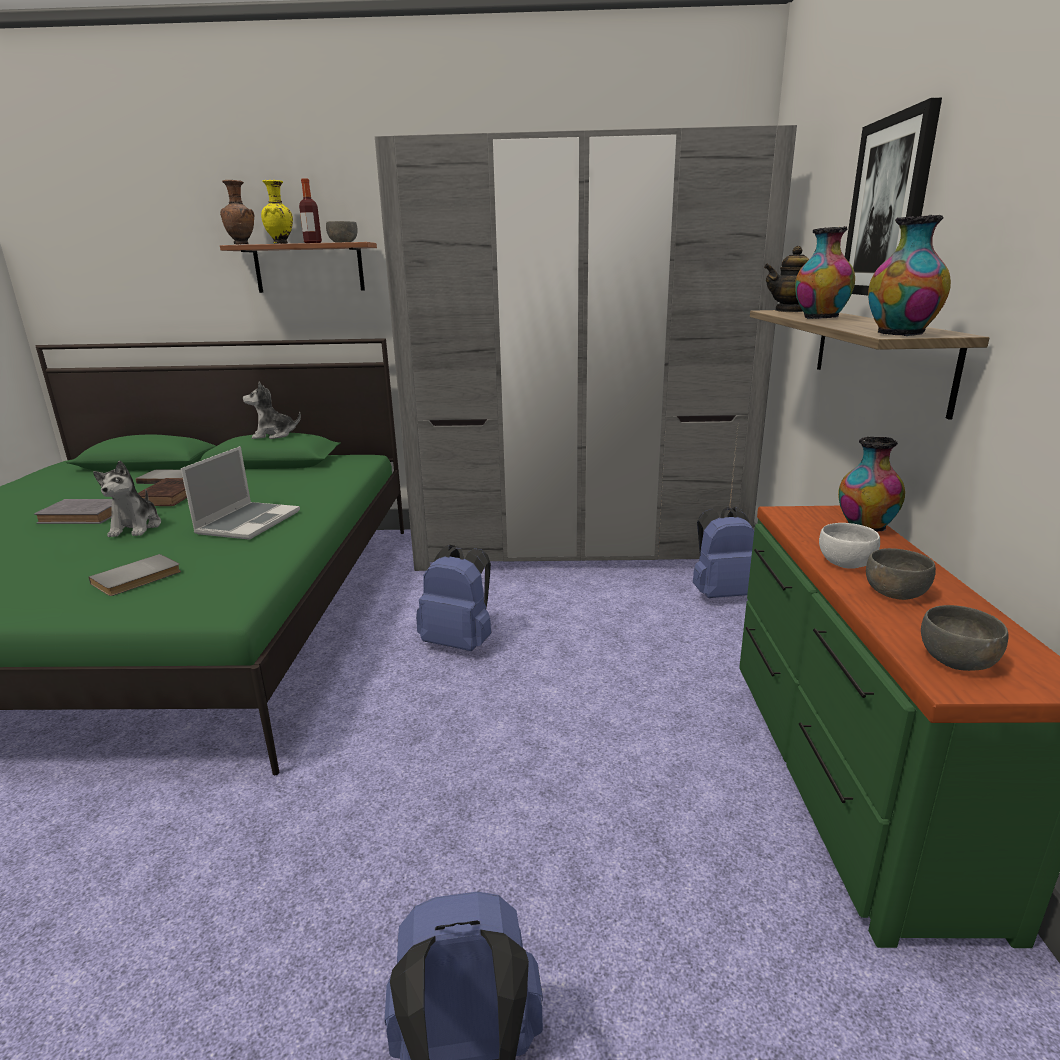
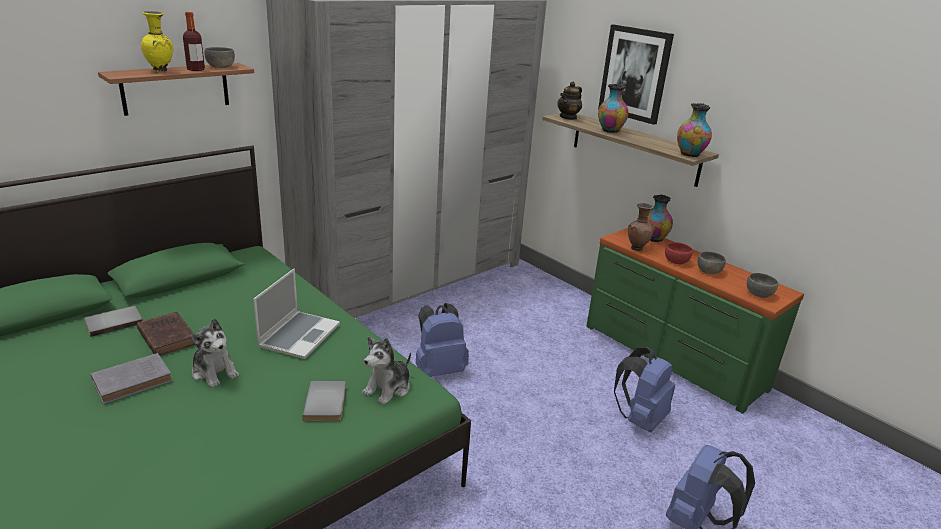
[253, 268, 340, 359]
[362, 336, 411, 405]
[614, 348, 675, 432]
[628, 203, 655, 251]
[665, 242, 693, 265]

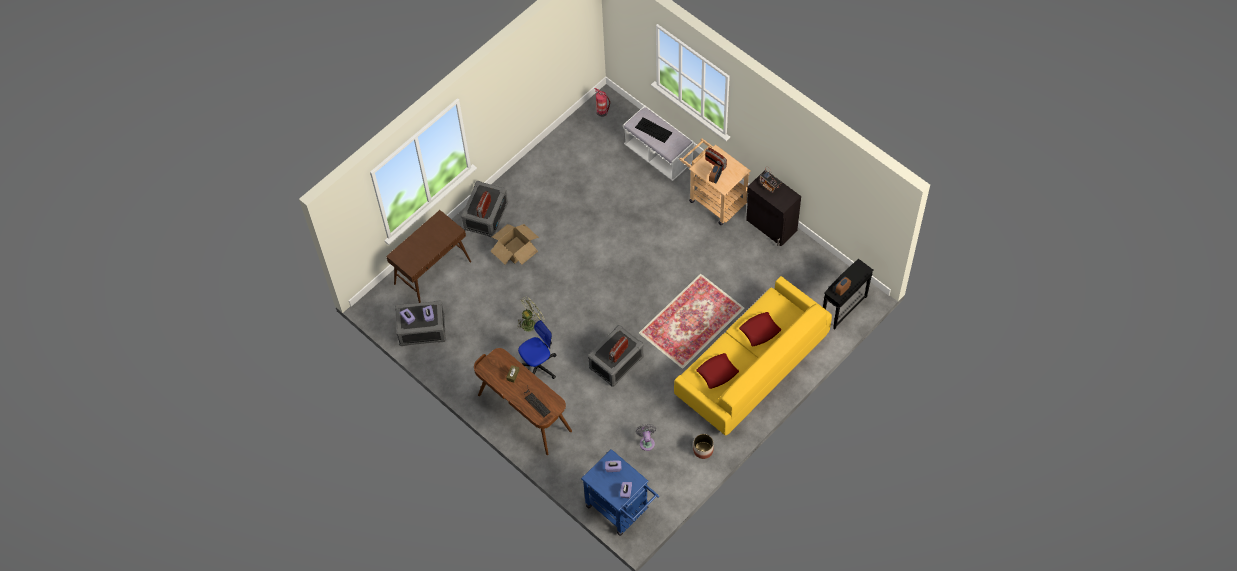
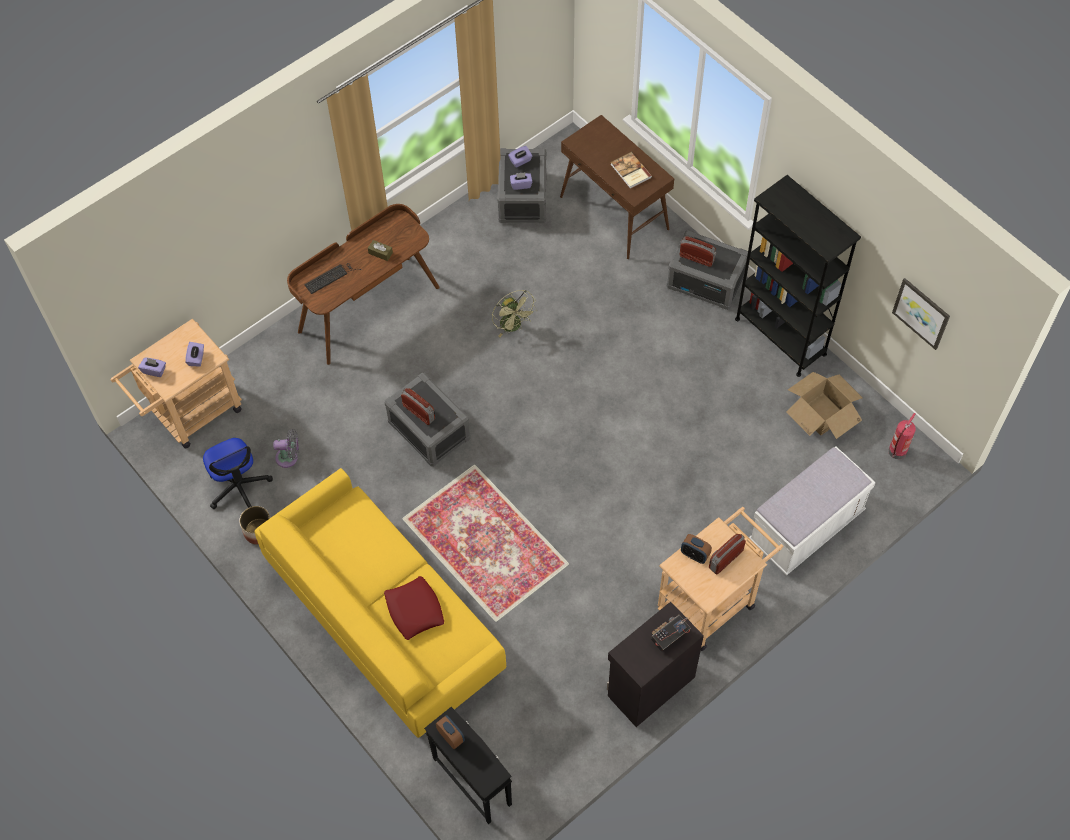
[111, 318, 242, 448]
[203, 438, 273, 509]
[610, 152, 652, 189]
[735, 175, 861, 377]
[786, 372, 863, 439]
[892, 278, 950, 350]
[635, 118, 672, 143] (first image)
[697, 353, 739, 389] (first image)

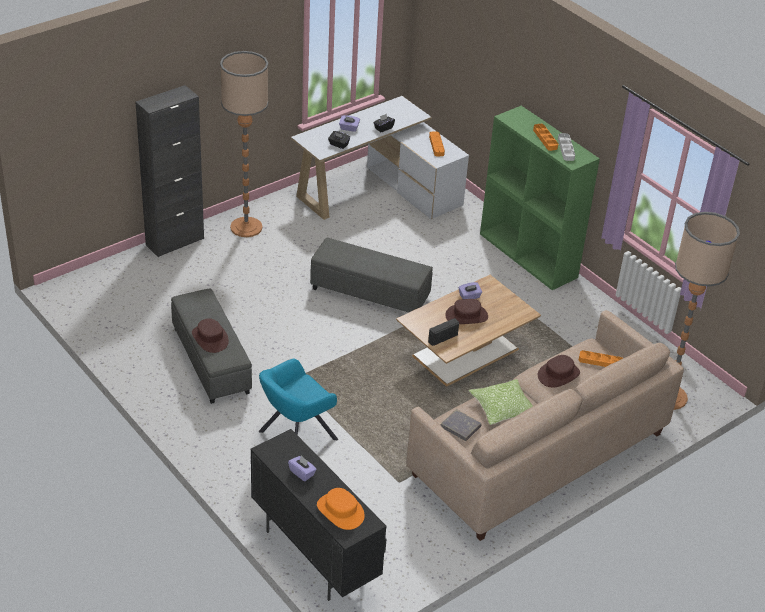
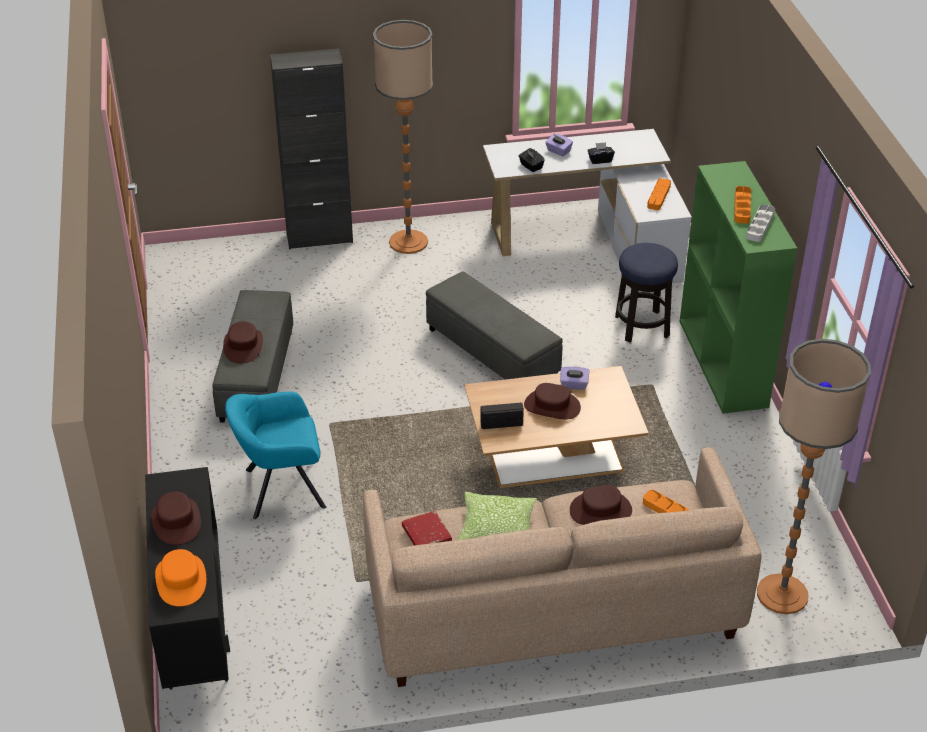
[151, 492, 201, 545]
[402, 510, 452, 545]
[615, 243, 678, 342]

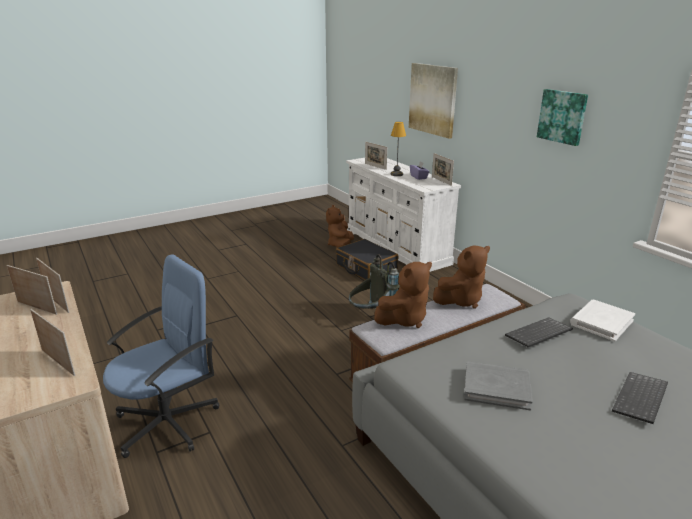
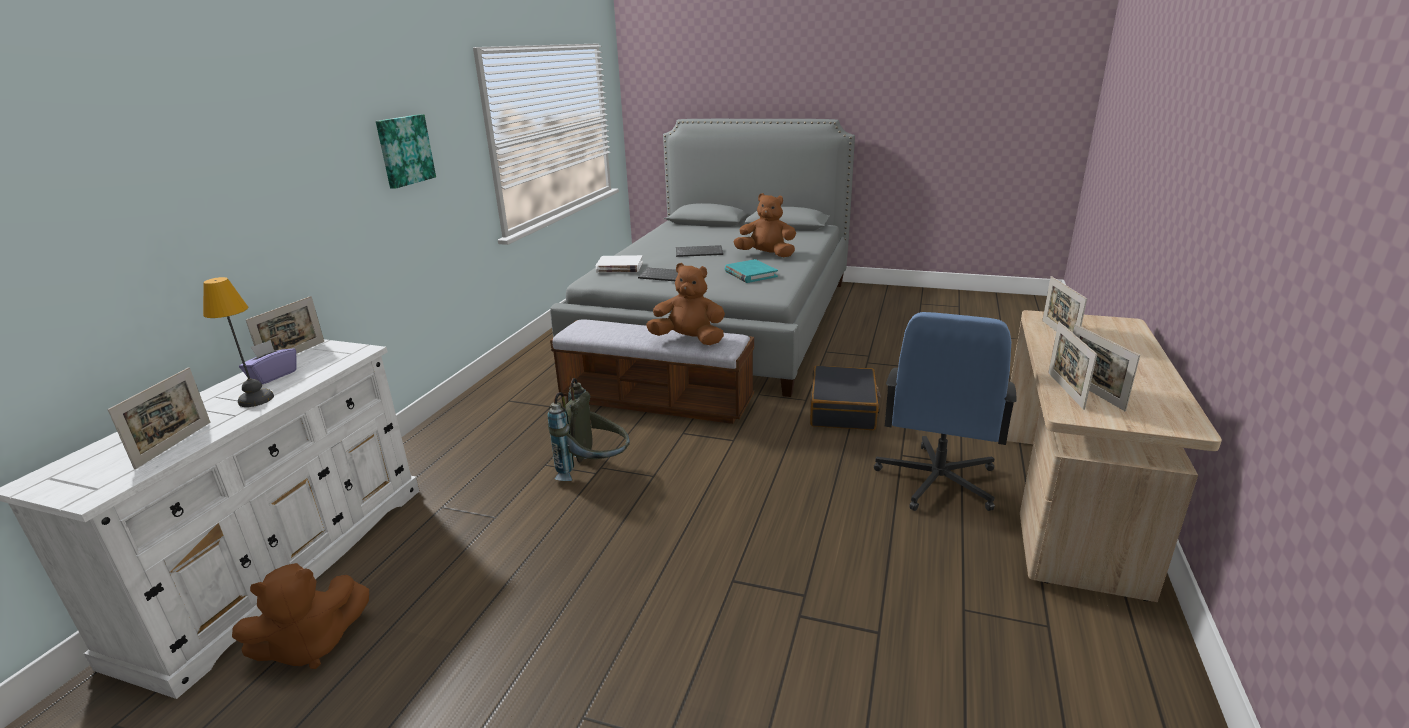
[725, 259, 778, 283]
[734, 193, 796, 257]
[810, 366, 881, 430]
[874, 312, 1017, 511]
[409, 63, 458, 139] (first image)

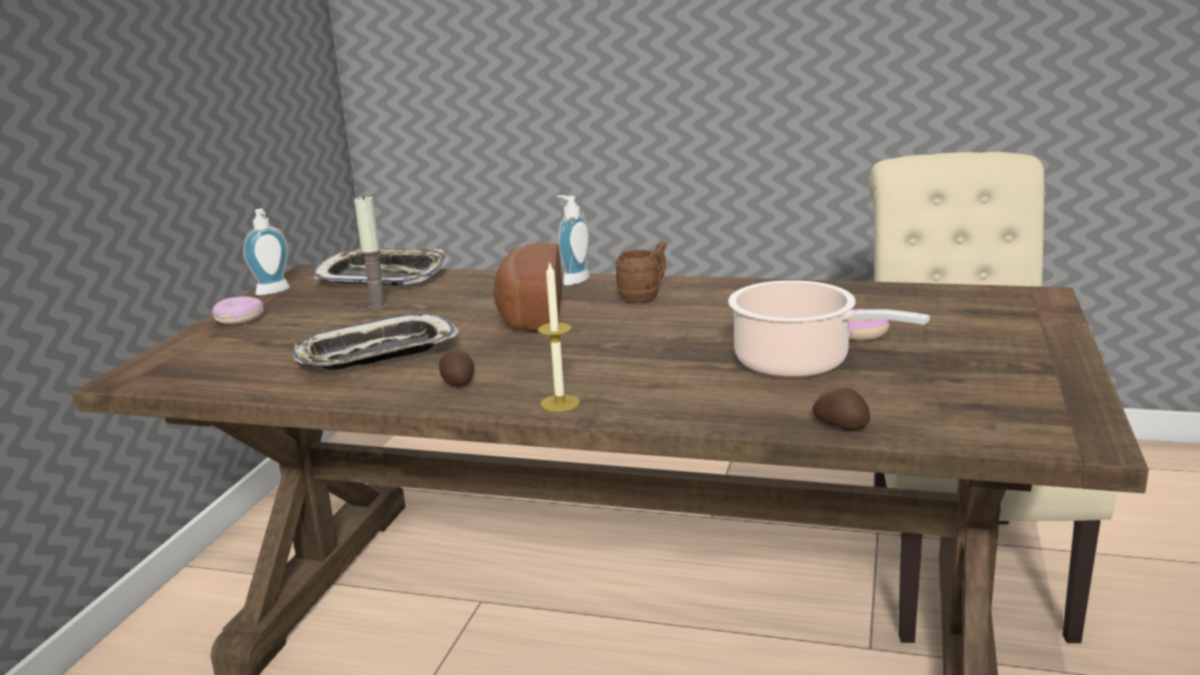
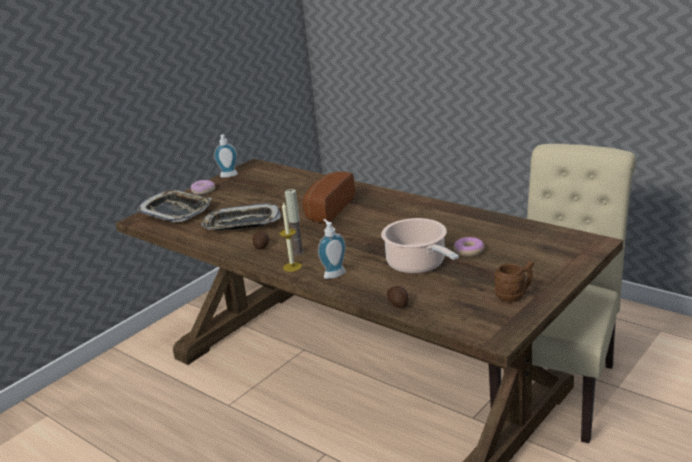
[136, 190, 212, 222]
[285, 189, 304, 256]
[318, 219, 346, 279]
[494, 261, 534, 302]

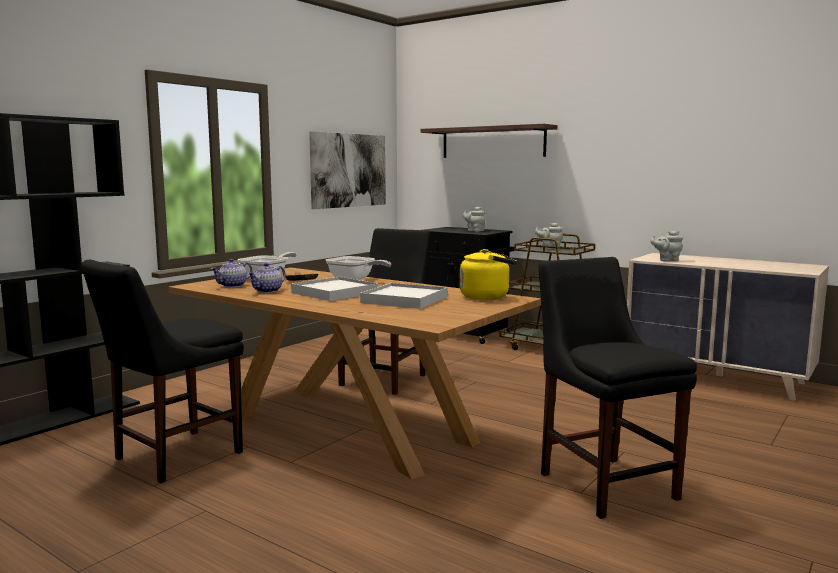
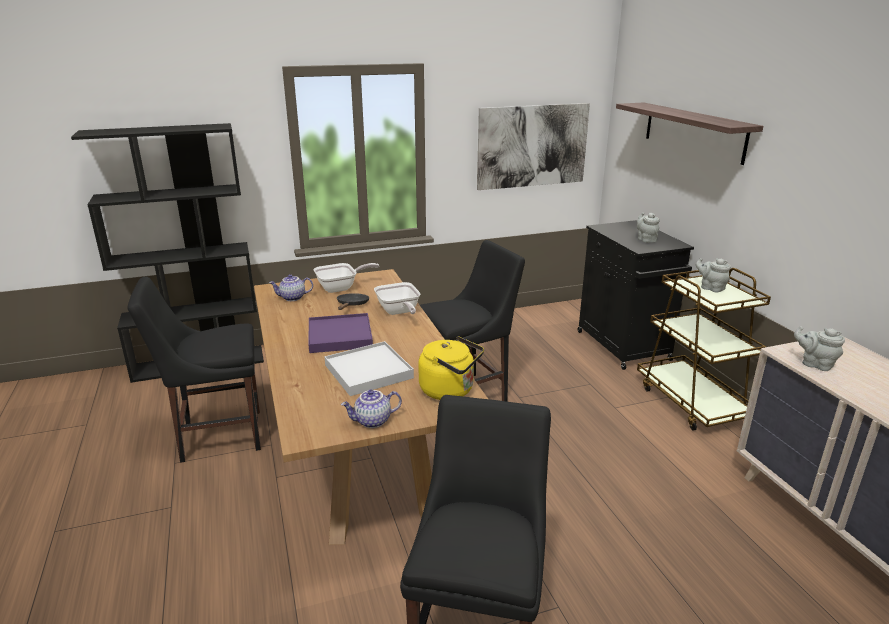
[308, 313, 373, 353]
[341, 390, 402, 428]

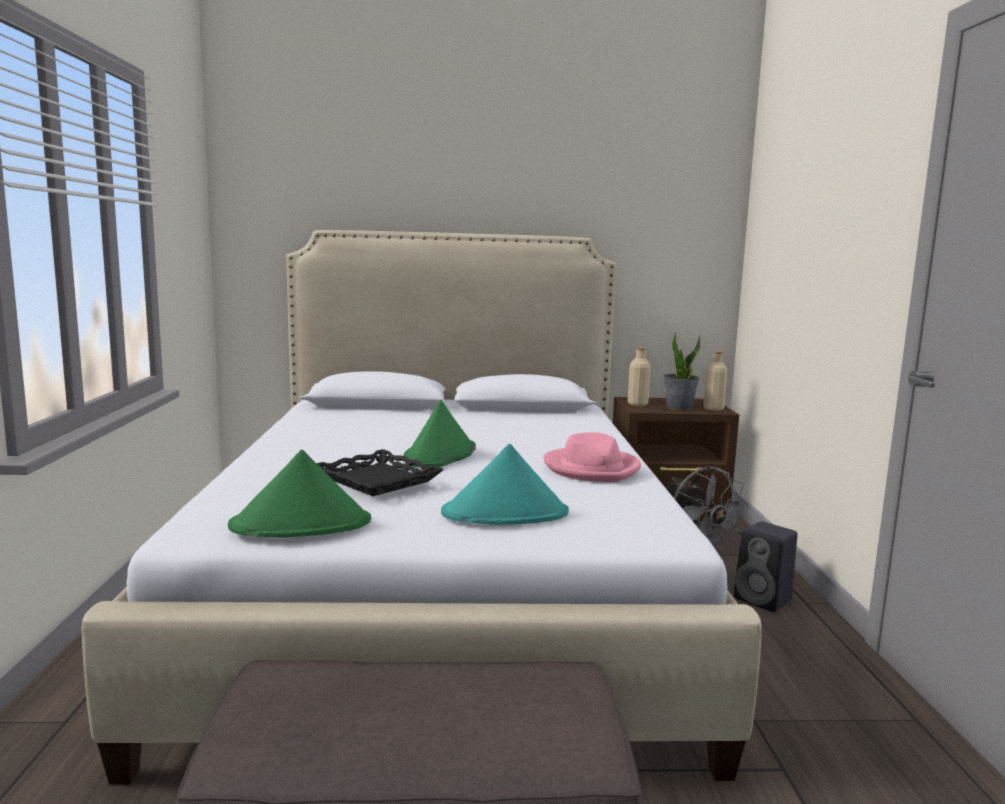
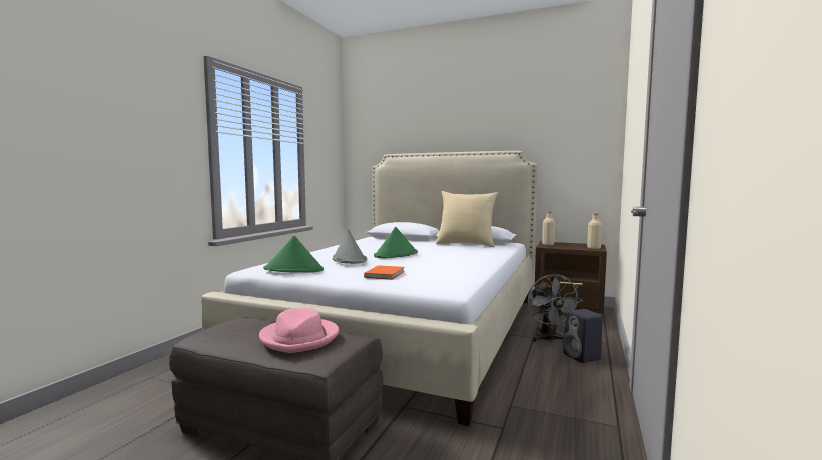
[259, 308, 339, 353]
[333, 229, 367, 264]
[364, 265, 405, 280]
[436, 191, 498, 247]
[664, 332, 701, 410] (first image)

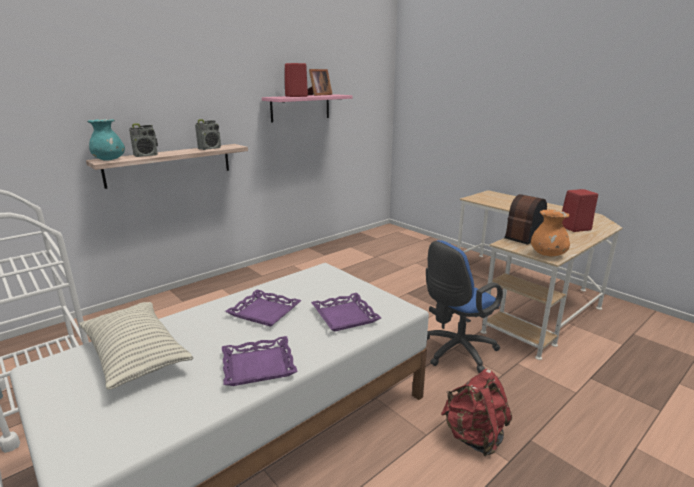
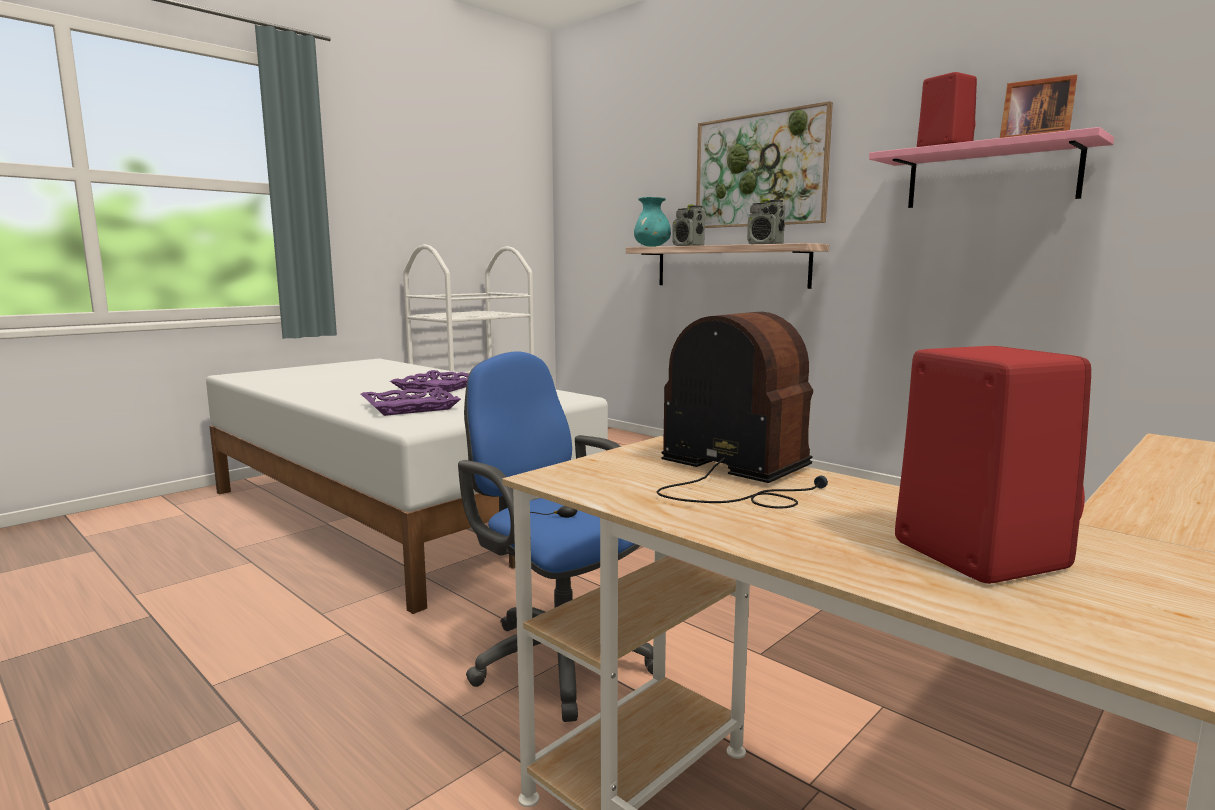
[696, 101, 833, 228]
[79, 302, 193, 390] (first image)
[222, 336, 298, 386] (first image)
[441, 369, 512, 456] (first image)
[531, 210, 570, 256] (first image)

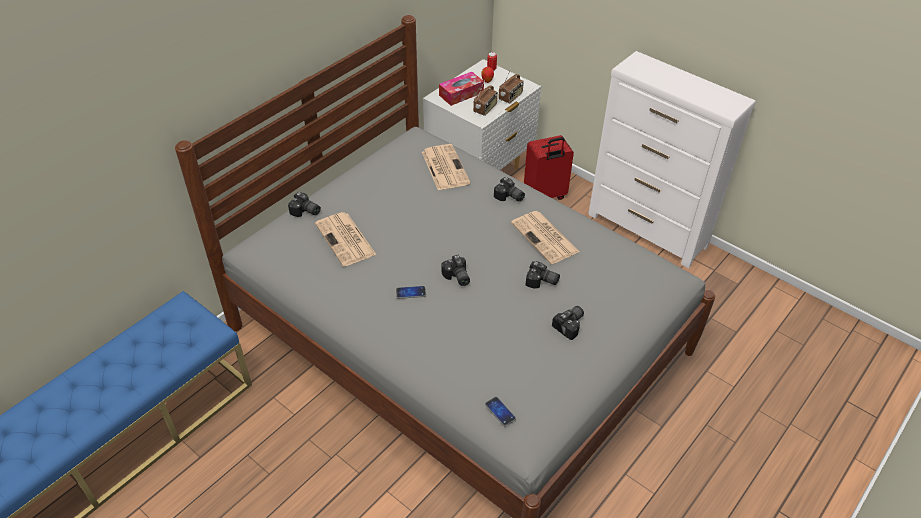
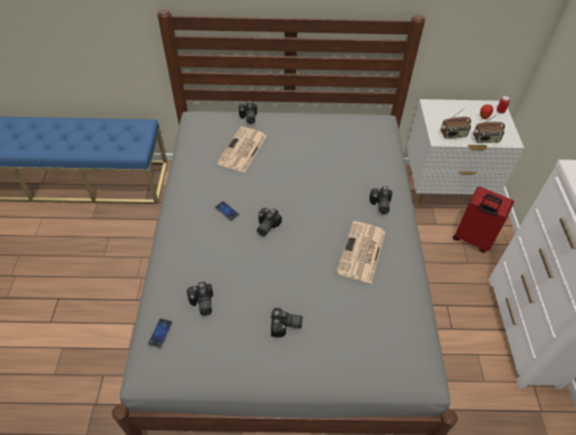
[187, 282, 213, 316]
[422, 144, 470, 190] (first image)
[439, 72, 484, 106] (first image)

